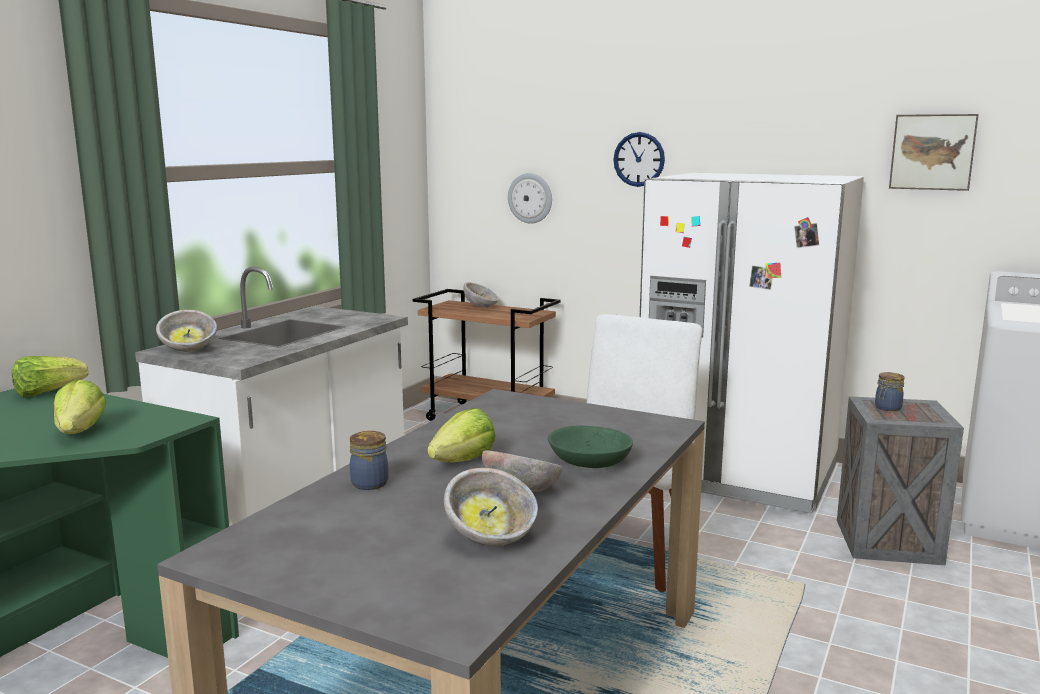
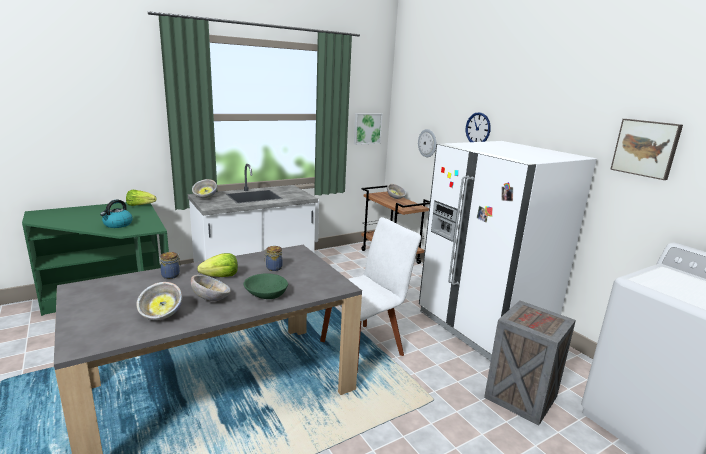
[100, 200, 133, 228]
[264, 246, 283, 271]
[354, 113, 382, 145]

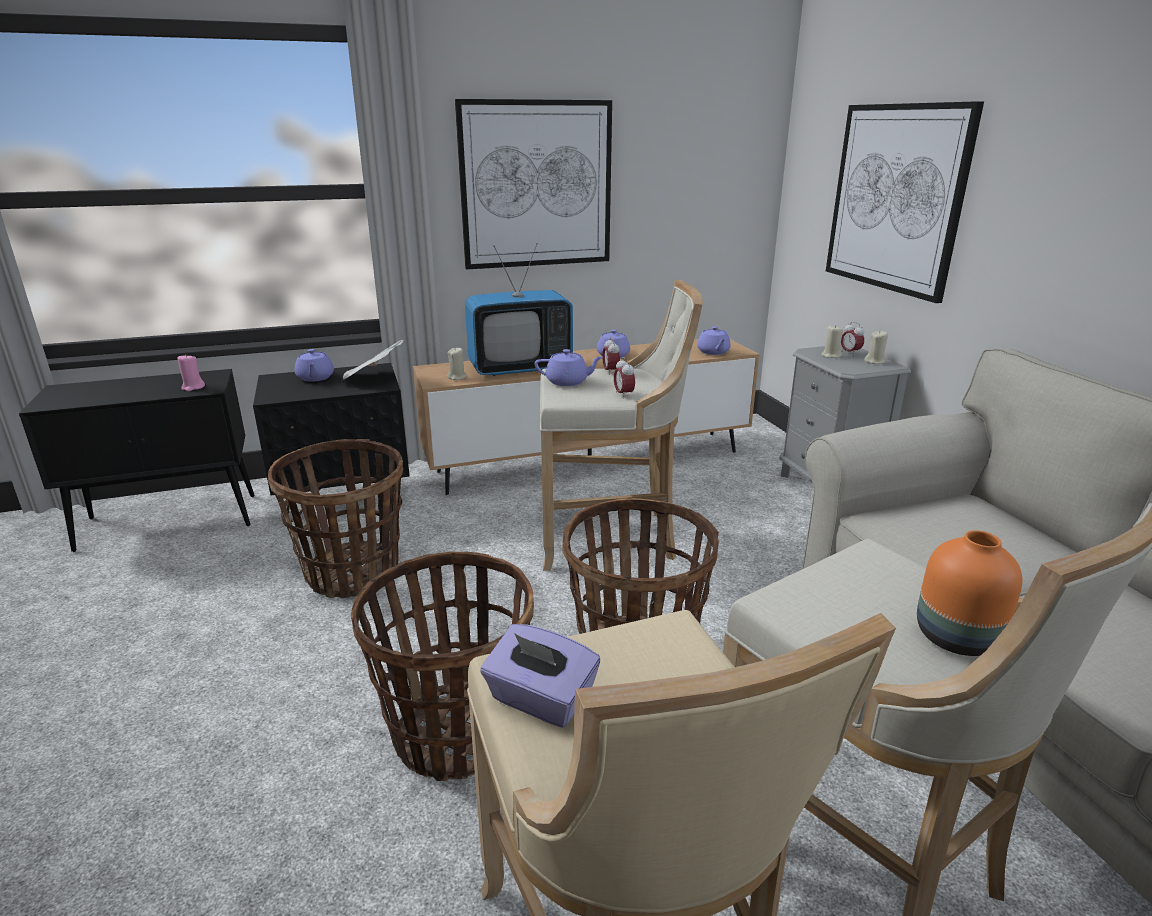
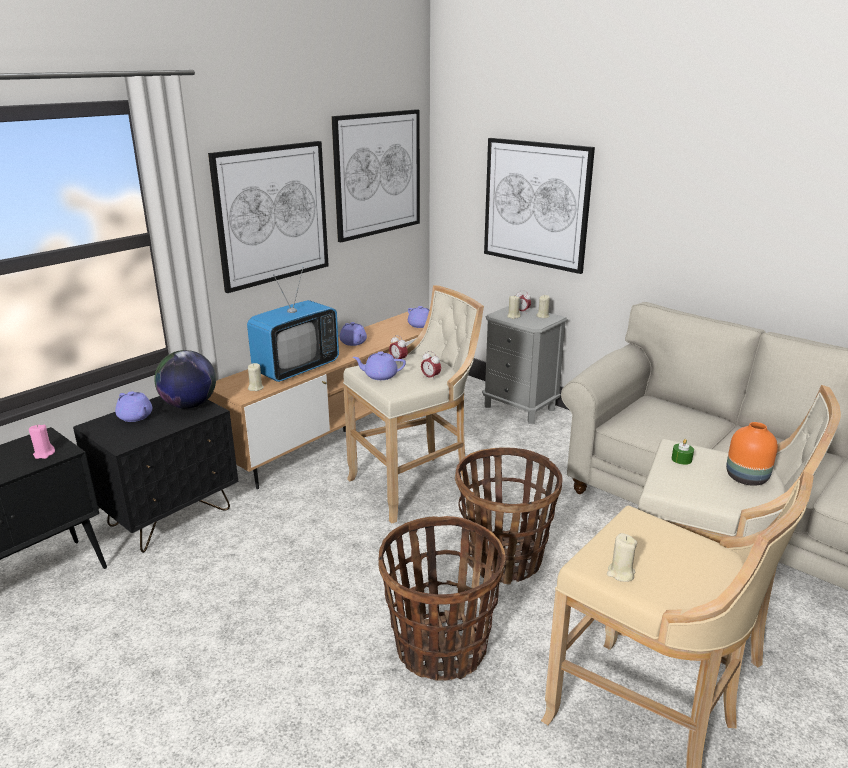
[154, 350, 216, 409]
[331, 109, 420, 242]
[352, 351, 406, 380]
[607, 533, 637, 582]
[672, 439, 694, 465]
[268, 439, 403, 598] (first image)

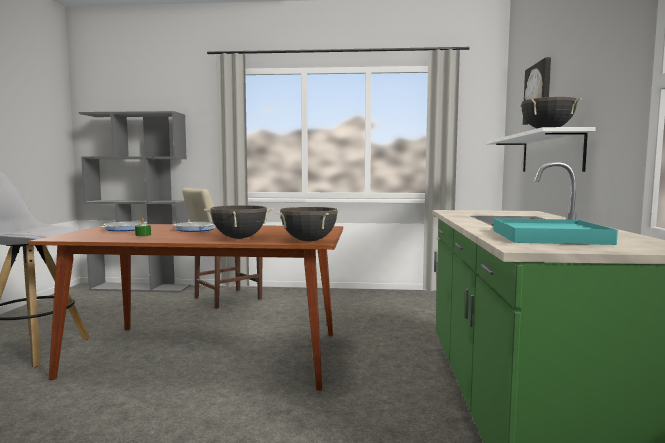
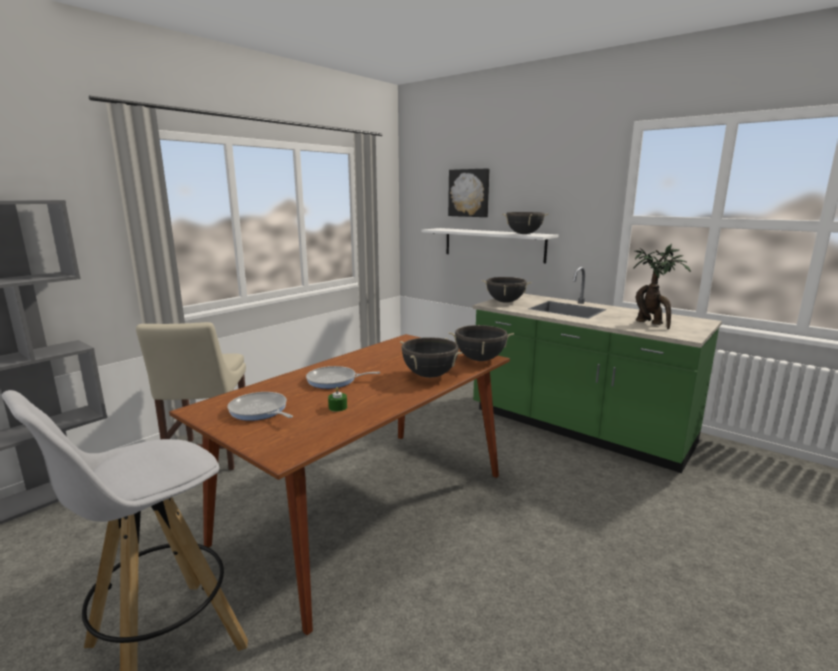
[482, 277, 532, 303]
[633, 244, 691, 329]

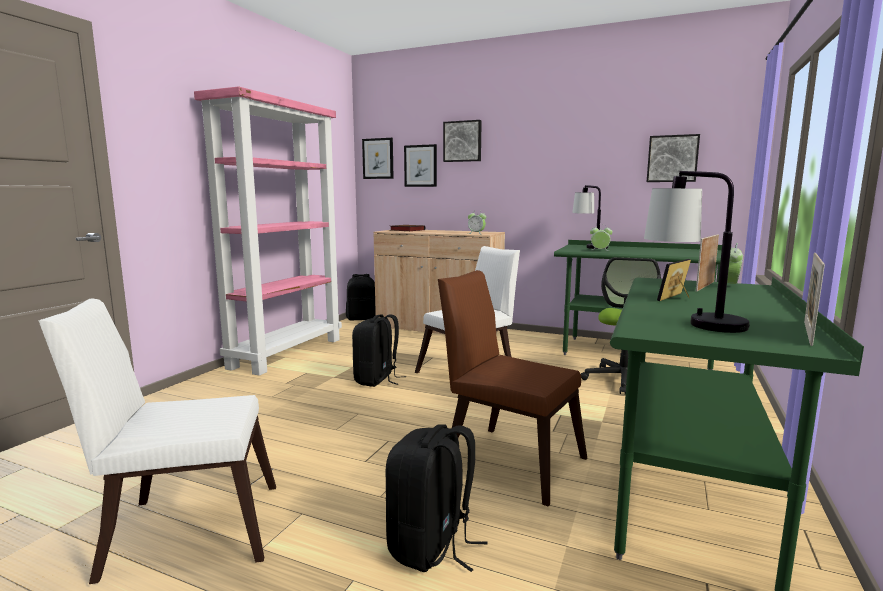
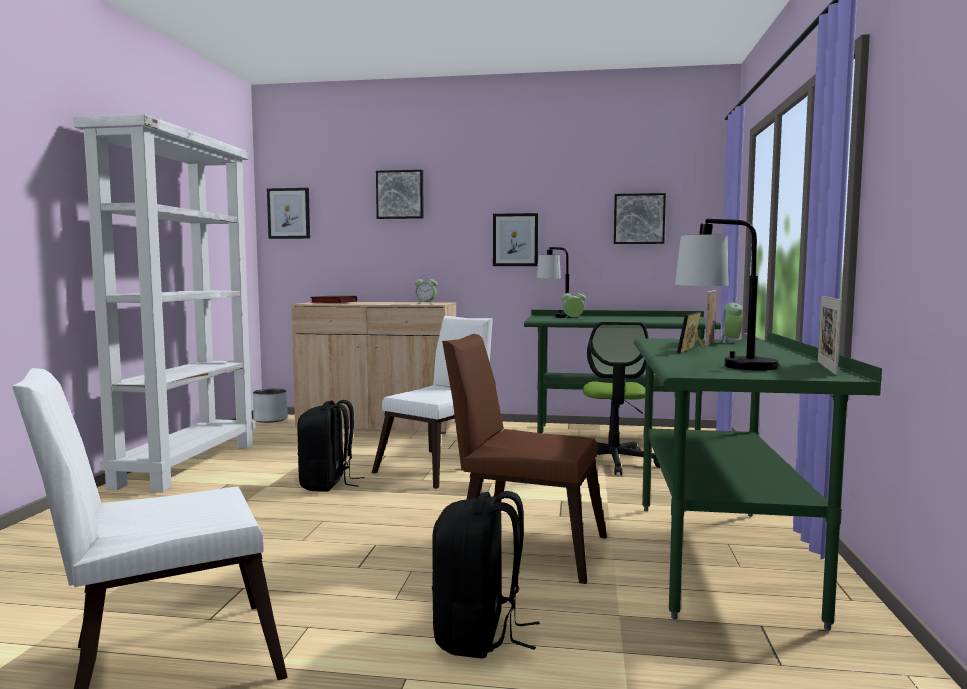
[73, 114, 255, 492]
[253, 389, 288, 423]
[493, 213, 538, 266]

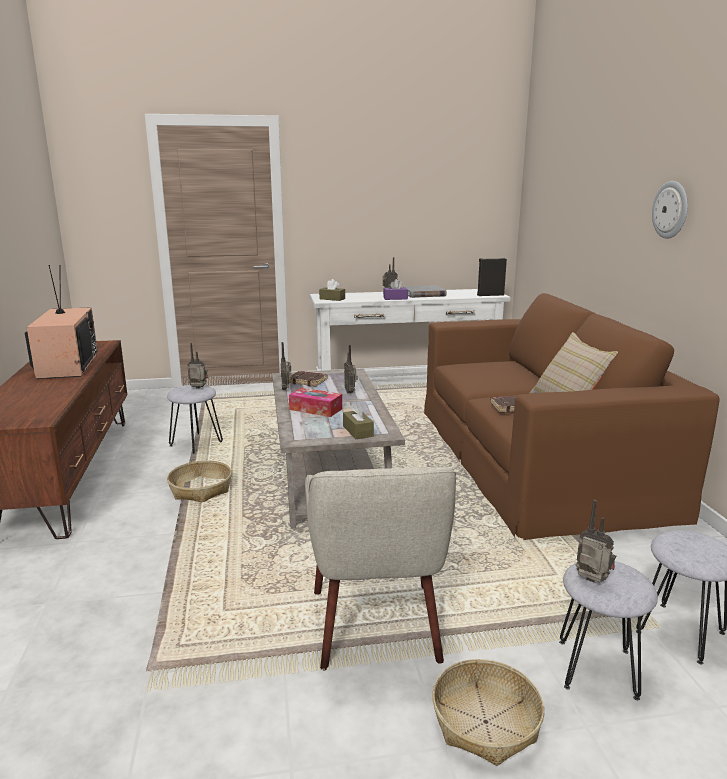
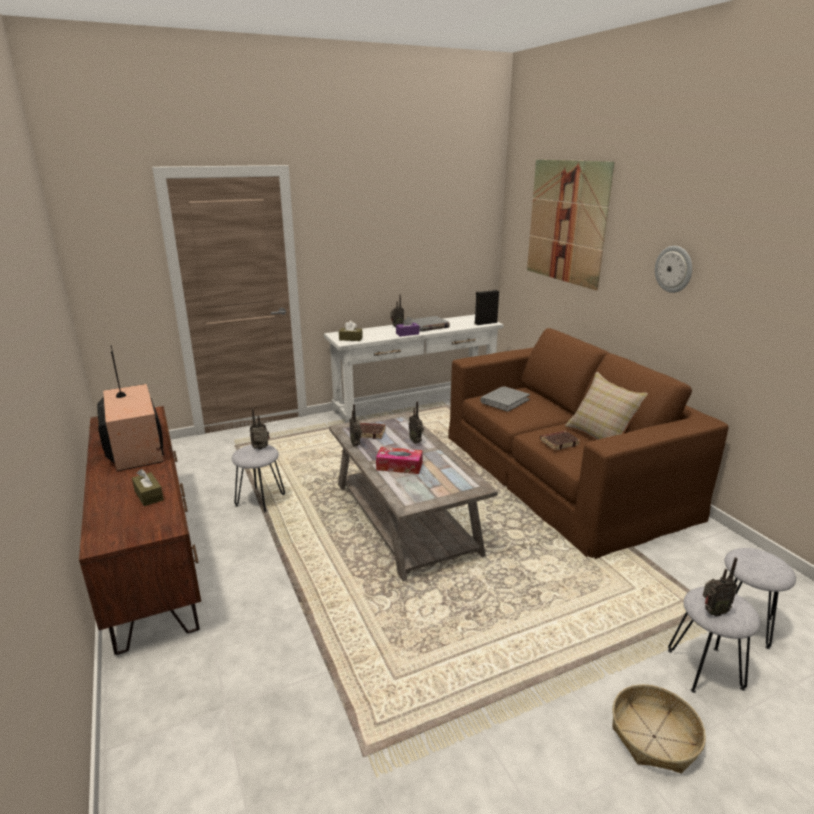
[132, 469, 164, 506]
[480, 386, 530, 412]
[527, 160, 615, 291]
[703, 557, 738, 616]
[167, 460, 232, 502] (first image)
[305, 467, 456, 670] (first image)

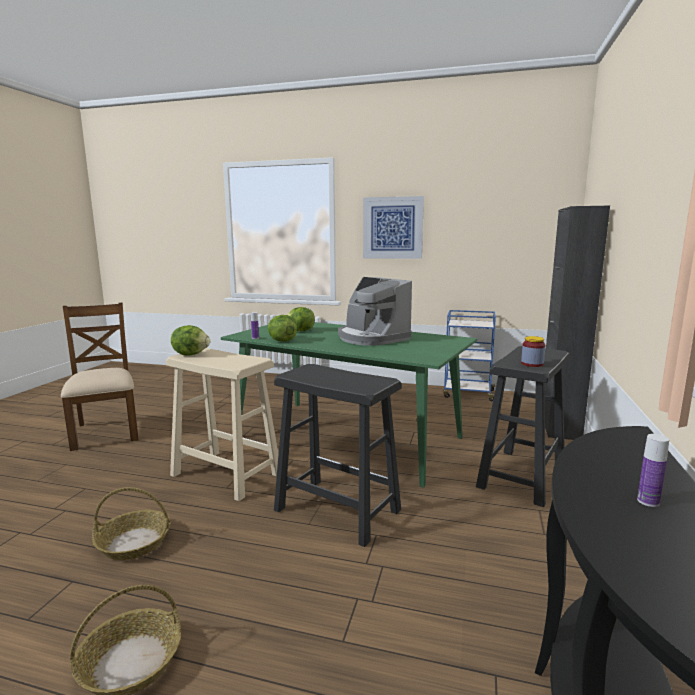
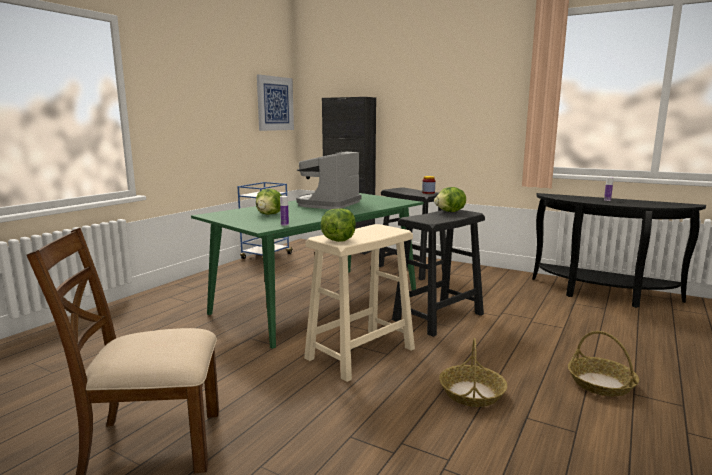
[257, 74, 294, 131]
[296, 151, 362, 209]
[434, 187, 466, 212]

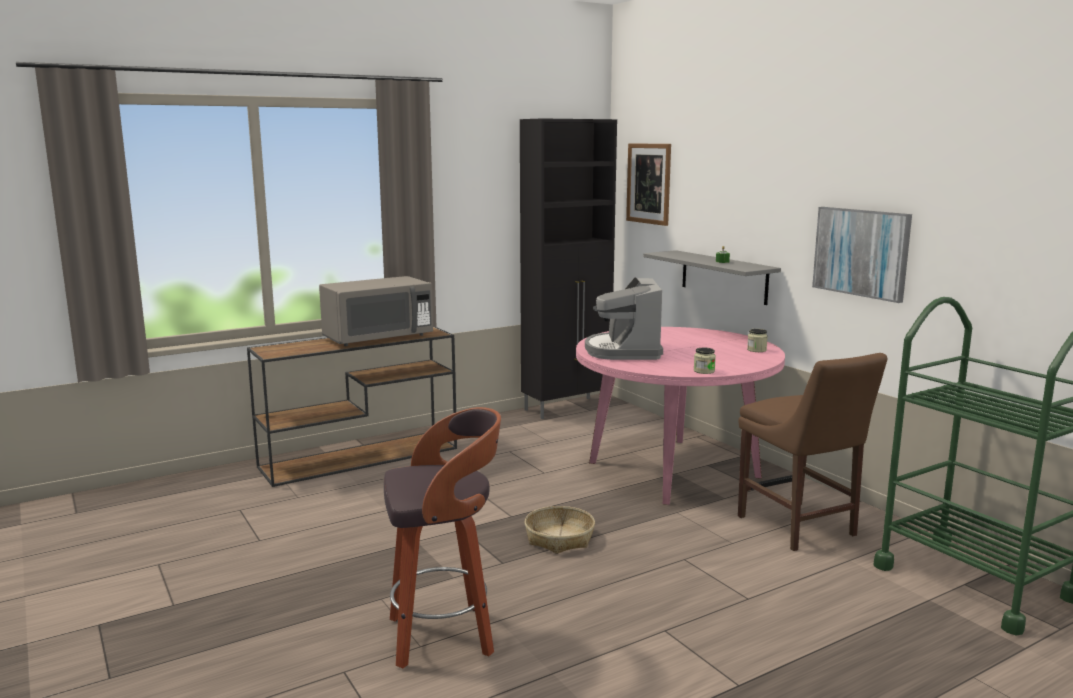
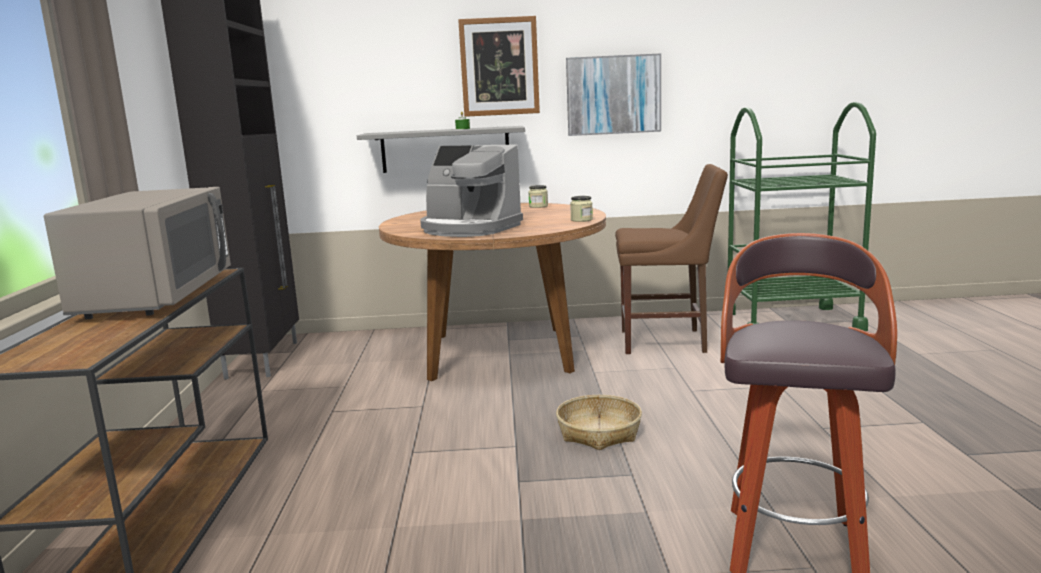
[379, 203, 606, 381]
[458, 16, 540, 117]

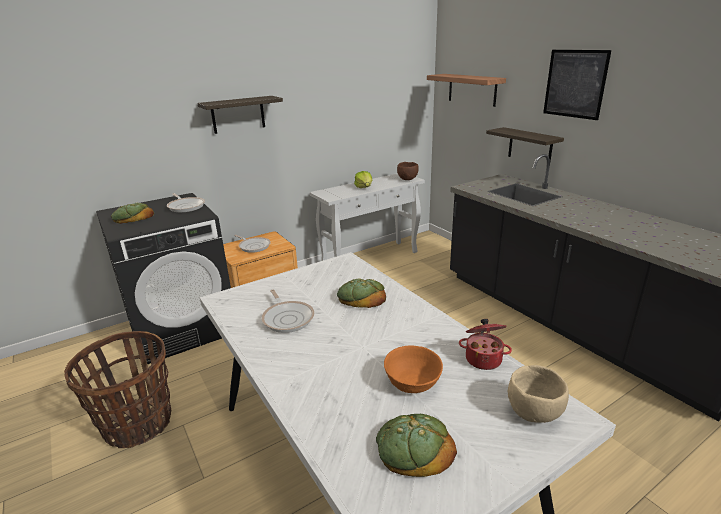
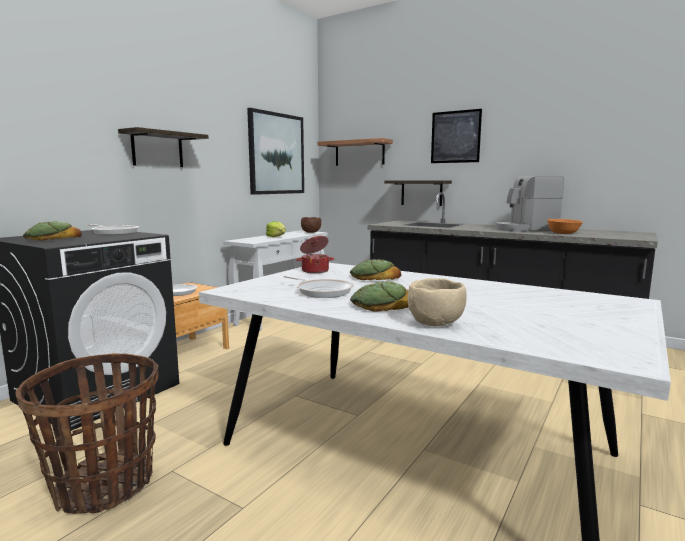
[247, 108, 304, 195]
[296, 236, 334, 273]
[350, 281, 409, 311]
[407, 278, 467, 326]
[496, 176, 564, 231]
[547, 219, 583, 234]

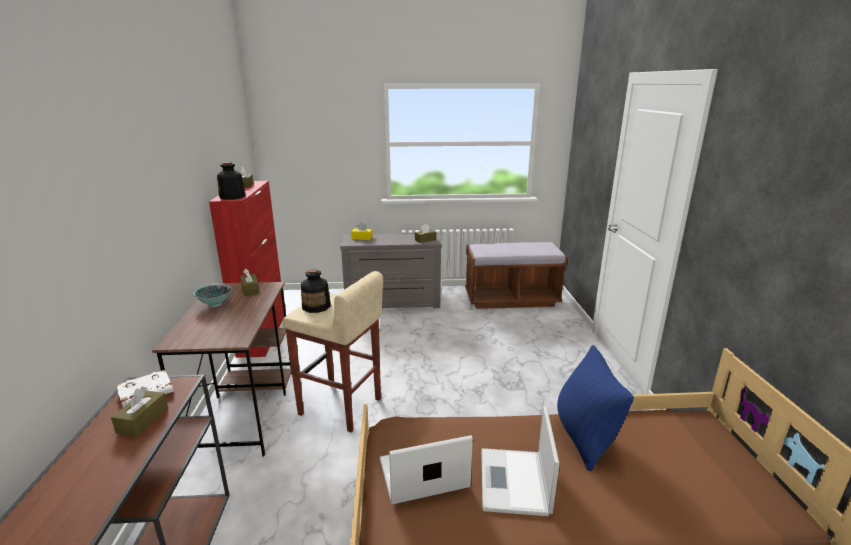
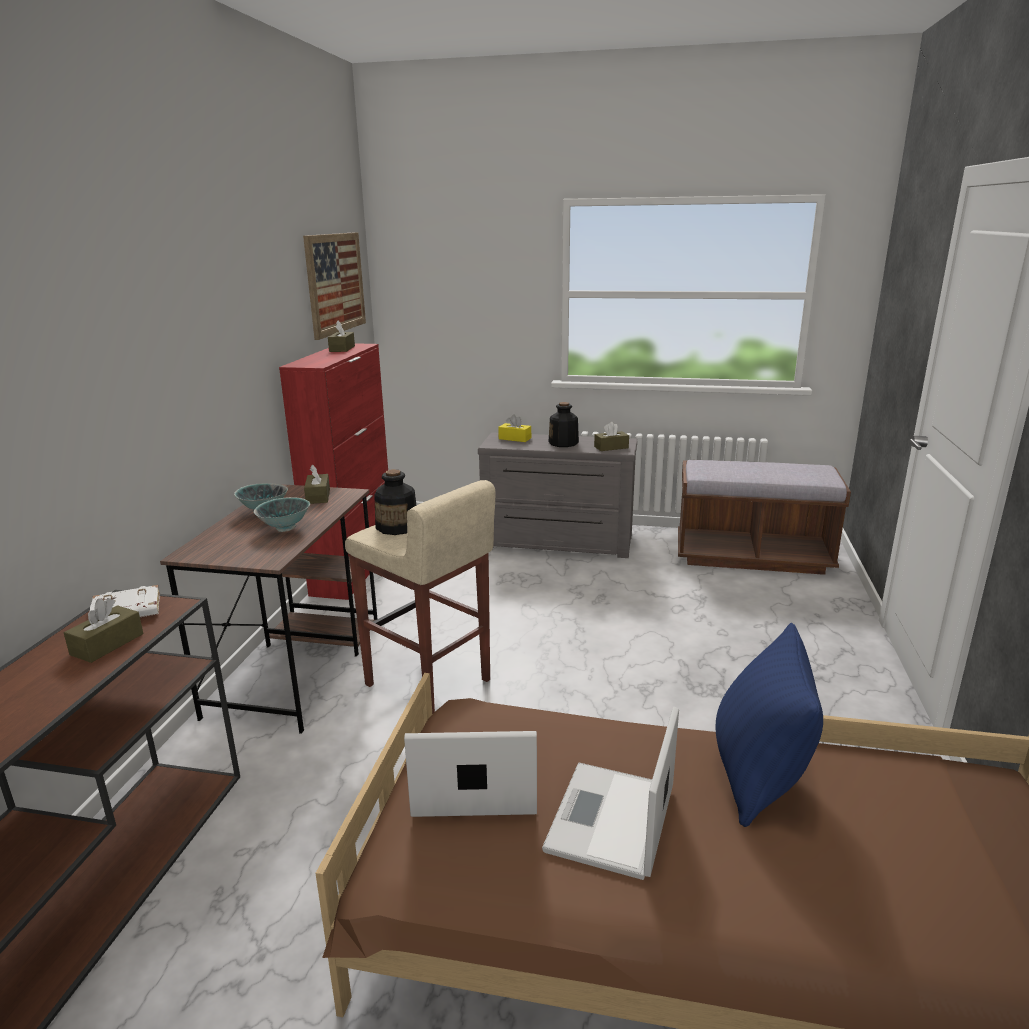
[254, 497, 310, 532]
[303, 232, 366, 340]
[548, 402, 579, 447]

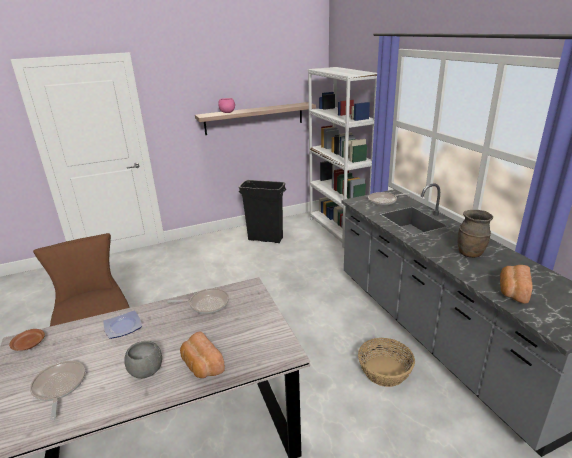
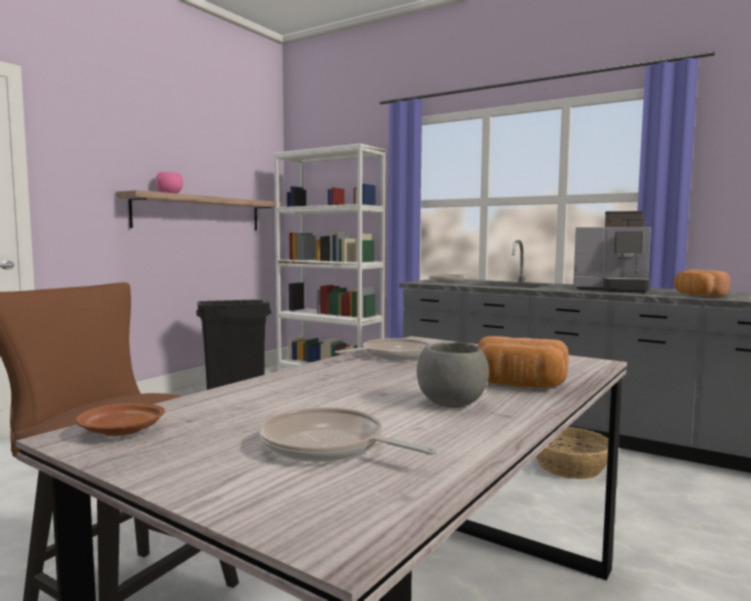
[573, 211, 651, 293]
[103, 310, 142, 339] (first image)

